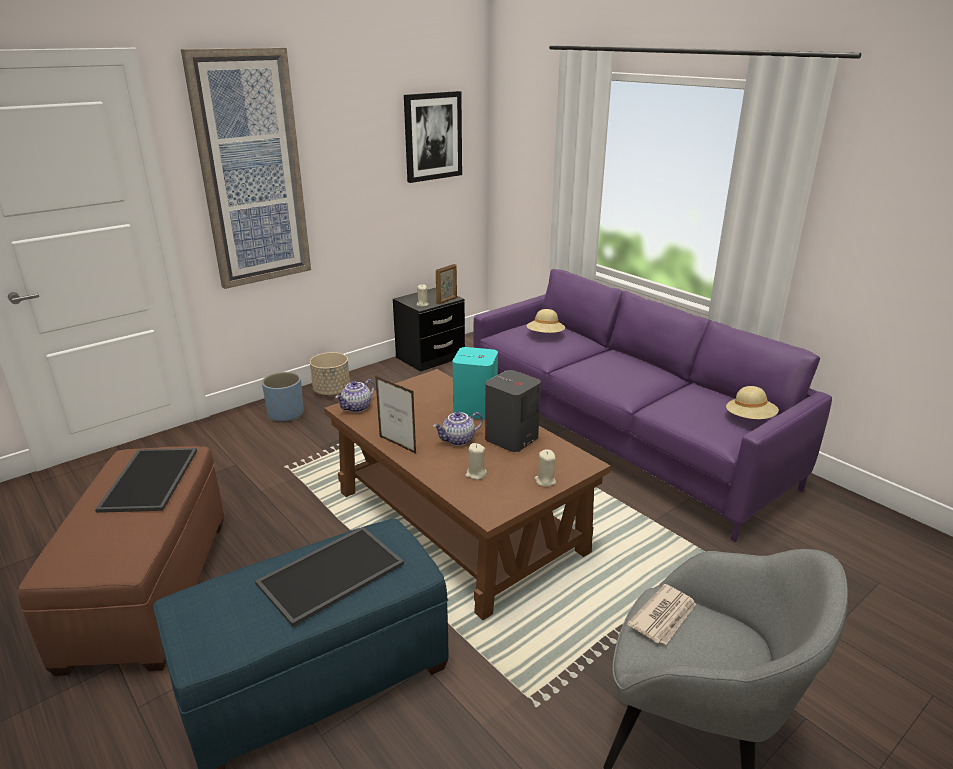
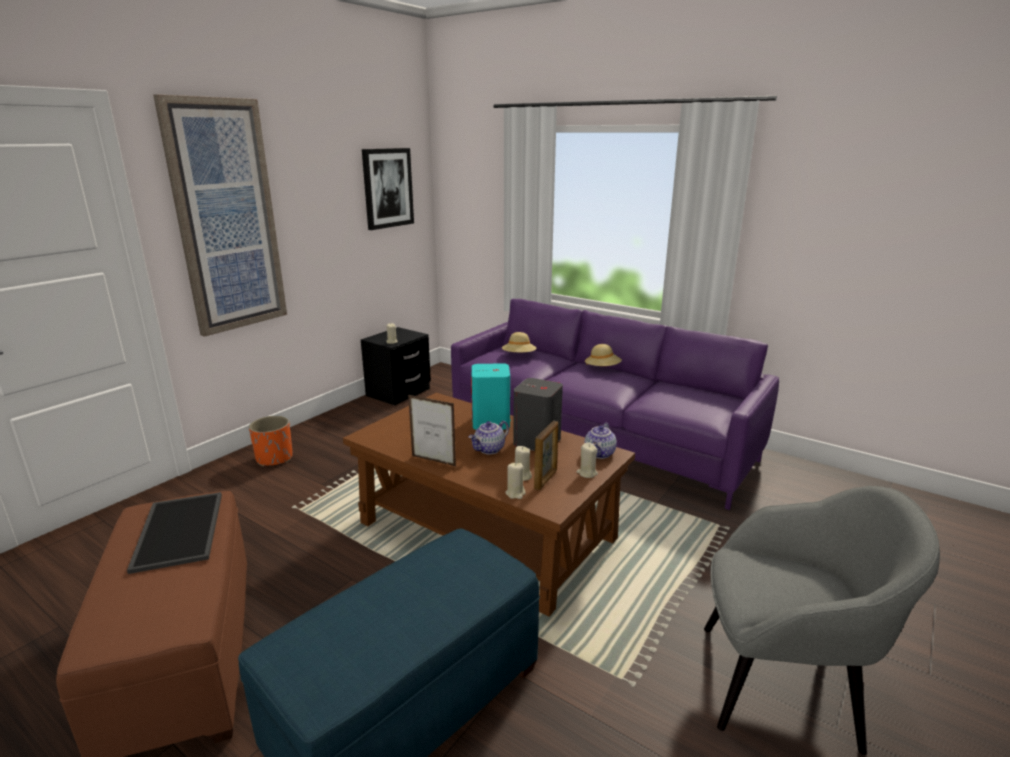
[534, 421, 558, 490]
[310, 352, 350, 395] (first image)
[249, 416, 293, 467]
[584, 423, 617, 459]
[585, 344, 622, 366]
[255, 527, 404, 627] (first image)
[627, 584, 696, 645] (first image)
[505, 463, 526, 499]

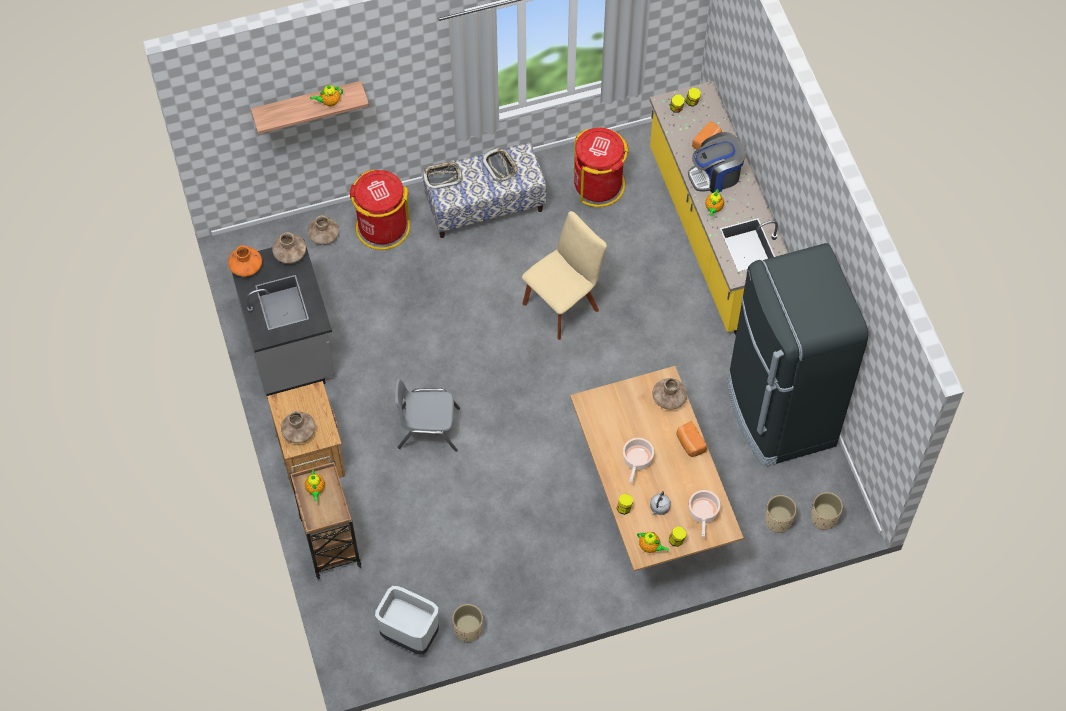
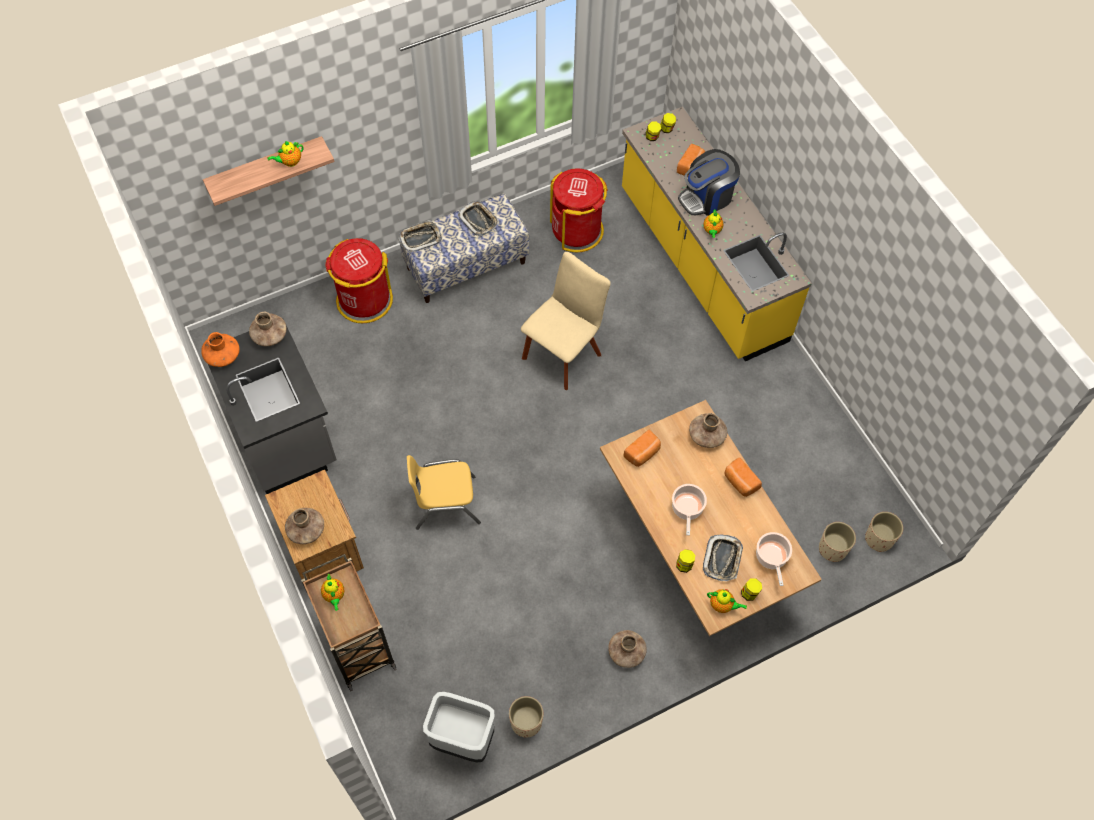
[608, 630, 647, 668]
[728, 243, 868, 467] (first image)
[407, 455, 481, 530]
[703, 534, 743, 581]
[624, 430, 661, 467]

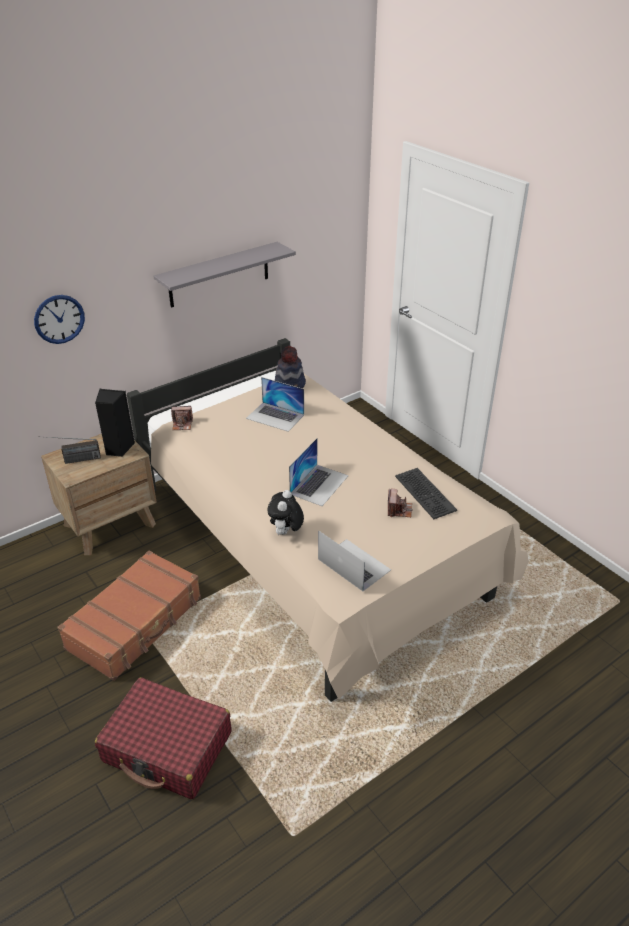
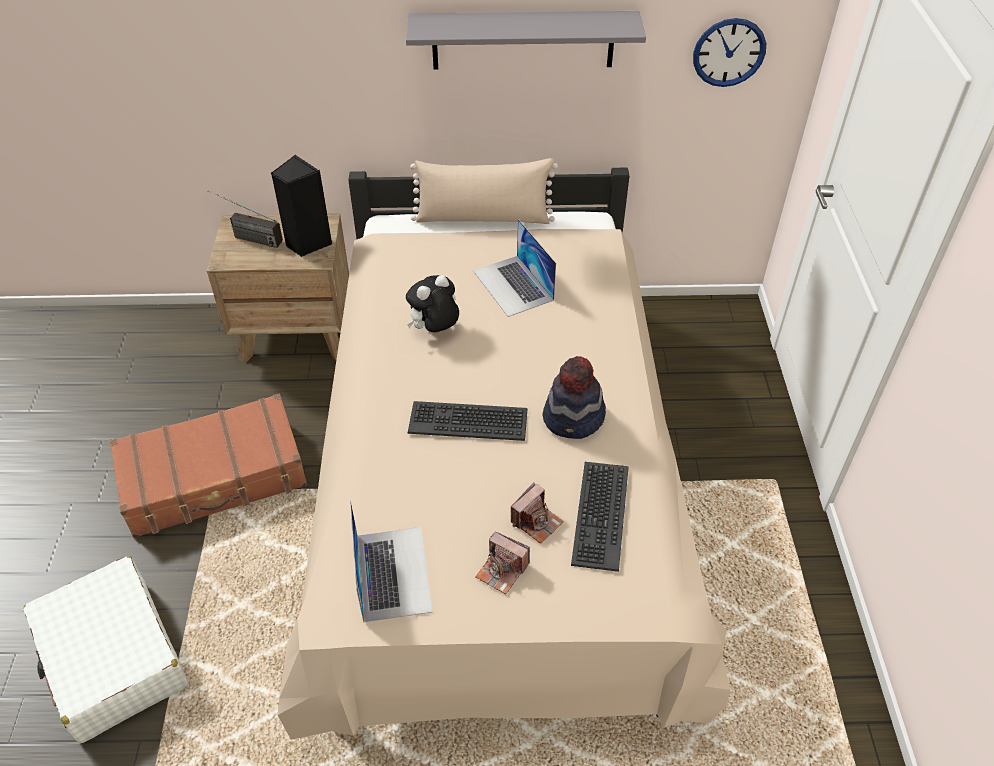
[693, 18, 766, 87]
[543, 356, 606, 439]
[475, 531, 530, 594]
[408, 401, 527, 441]
[406, 275, 459, 332]
[23, 556, 188, 743]
[410, 158, 558, 224]

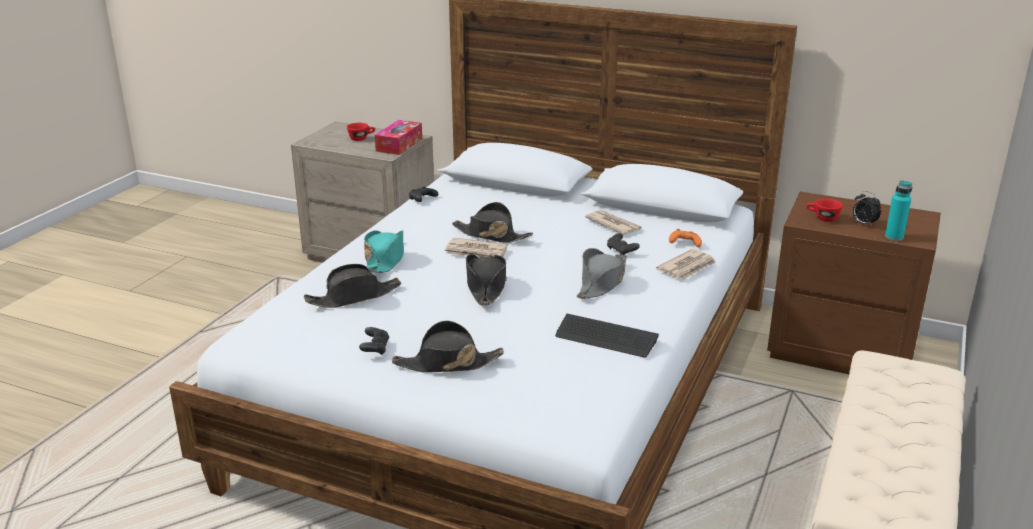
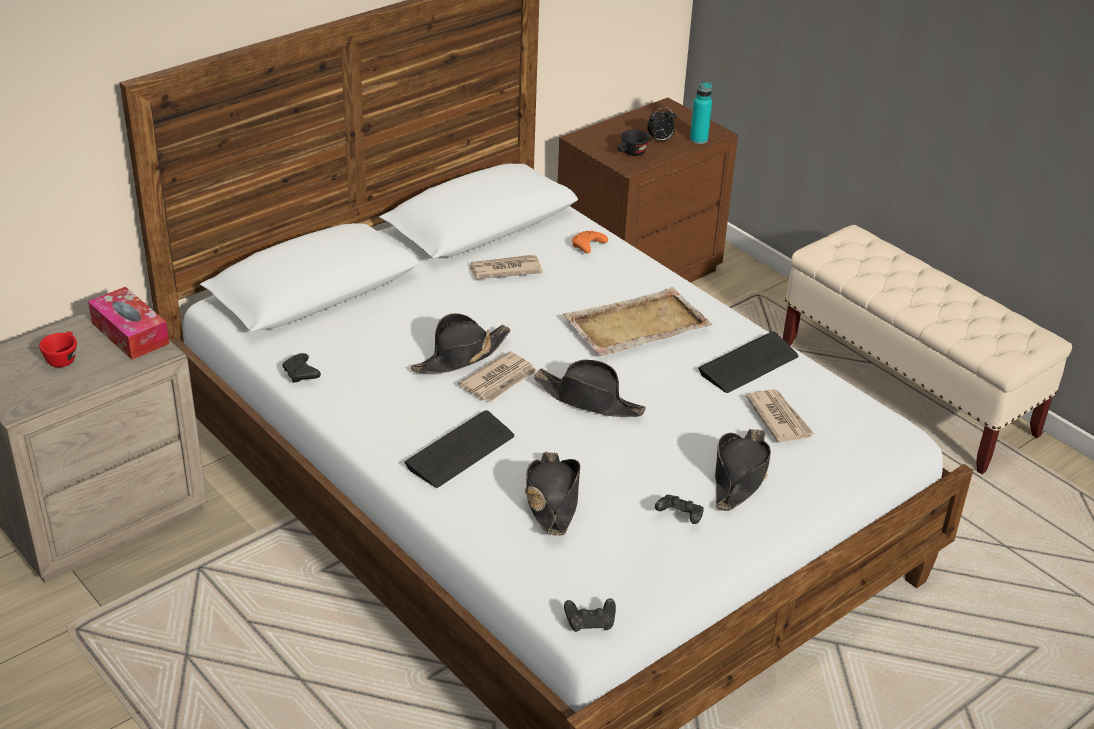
[617, 129, 650, 156]
[404, 410, 514, 488]
[564, 599, 616, 632]
[563, 287, 713, 356]
[746, 389, 814, 443]

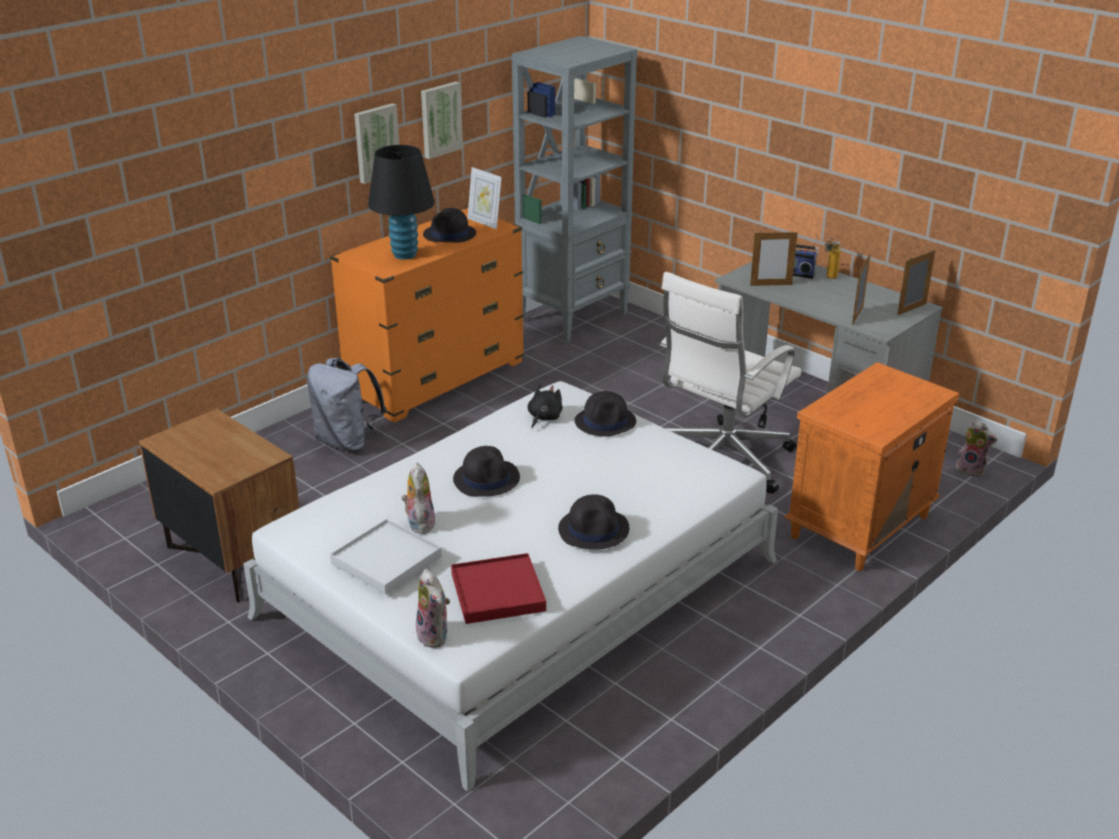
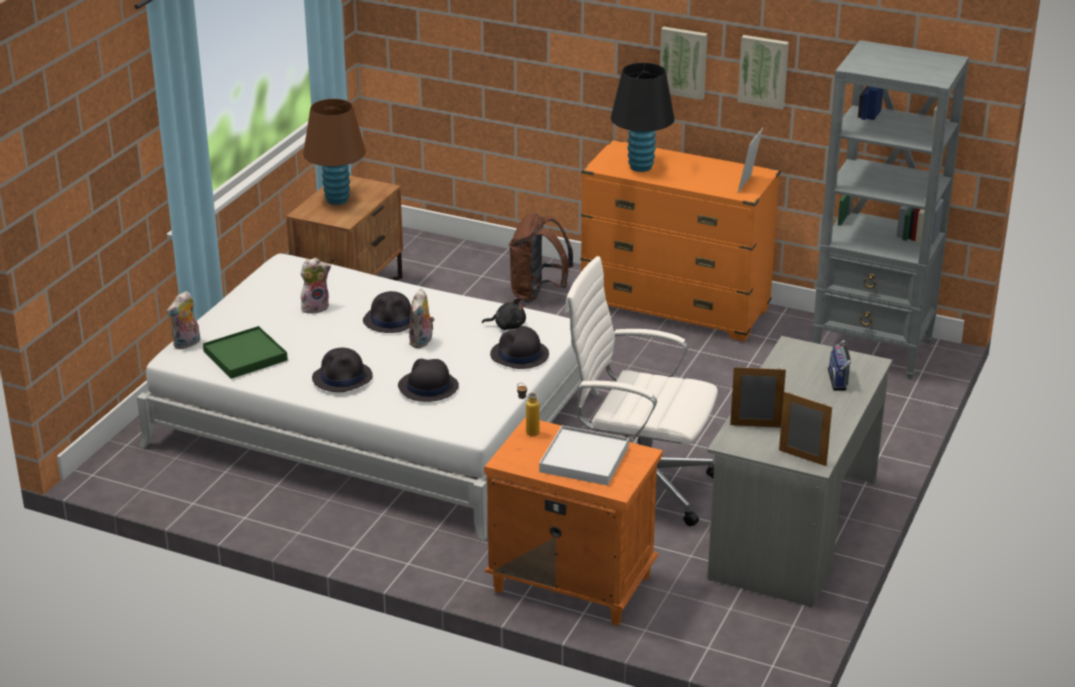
[398, 359, 459, 402]
[750, 230, 798, 286] (first image)
[517, 383, 540, 436]
[509, 213, 574, 302]
[409, 289, 435, 348]
[539, 426, 629, 486]
[203, 326, 288, 379]
[303, 99, 366, 205]

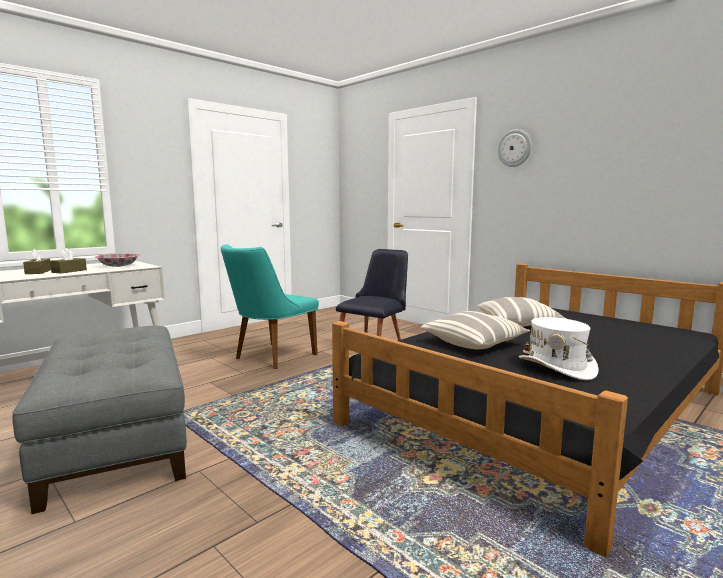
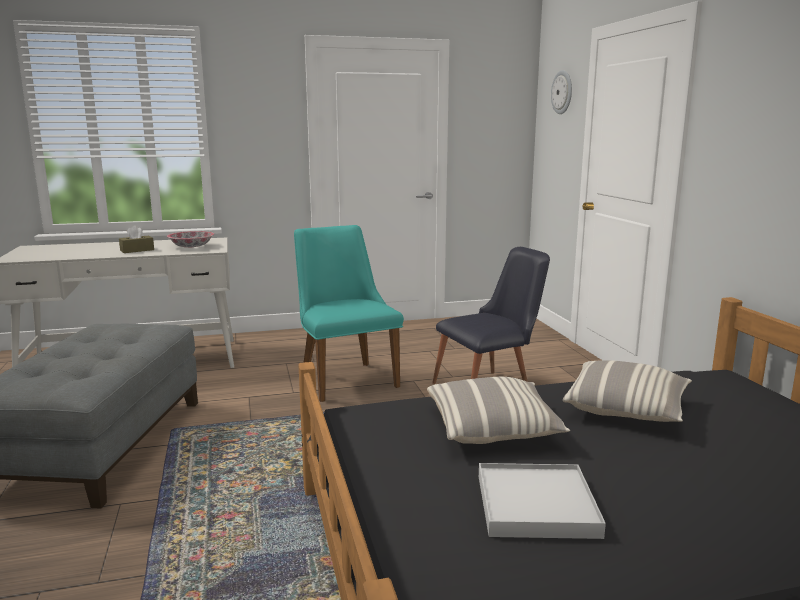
[551, 70, 572, 114]
[294, 225, 404, 402]
[23, 249, 51, 274] (first image)
[479, 463, 606, 539]

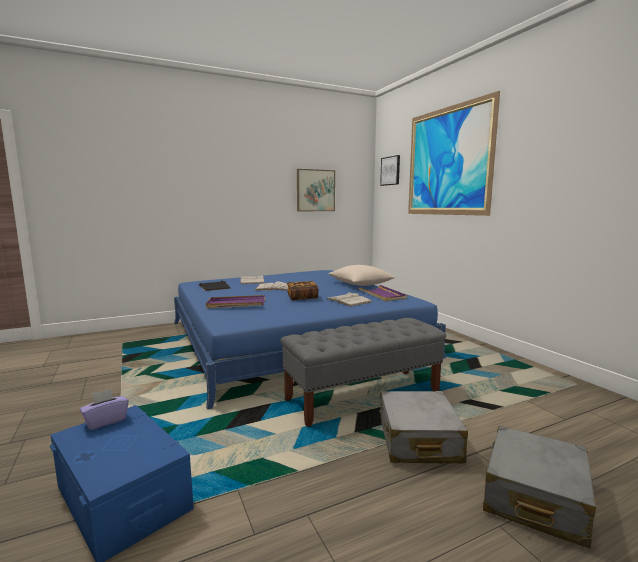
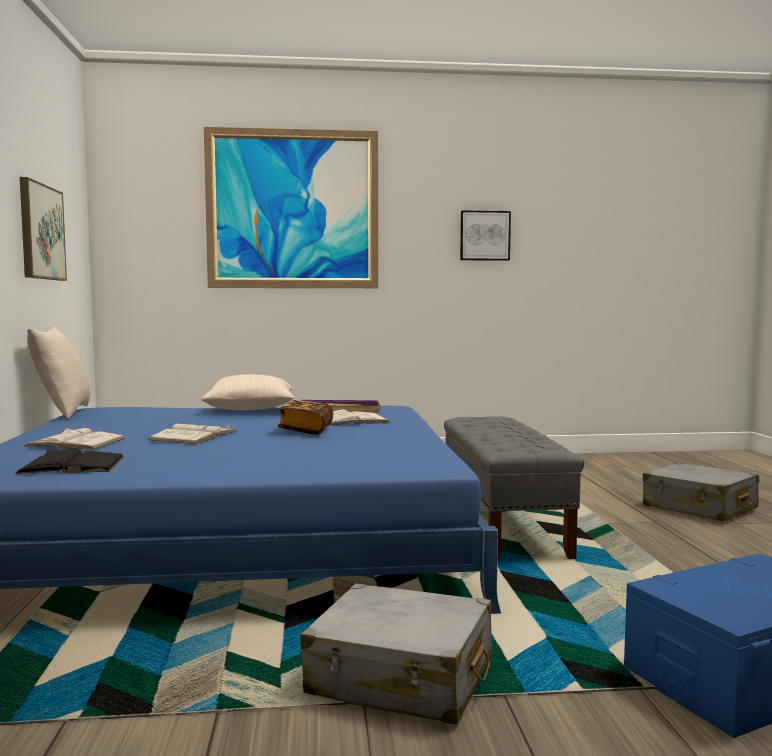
[460, 211, 511, 261]
[206, 295, 265, 308] (first image)
[80, 388, 129, 430] (first image)
[300, 583, 492, 725]
[27, 326, 90, 419]

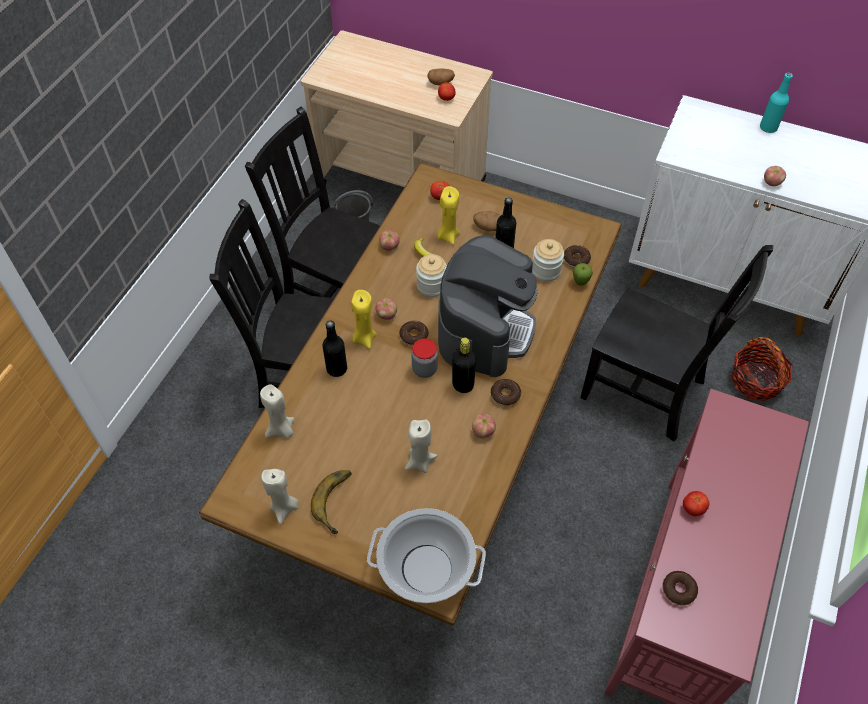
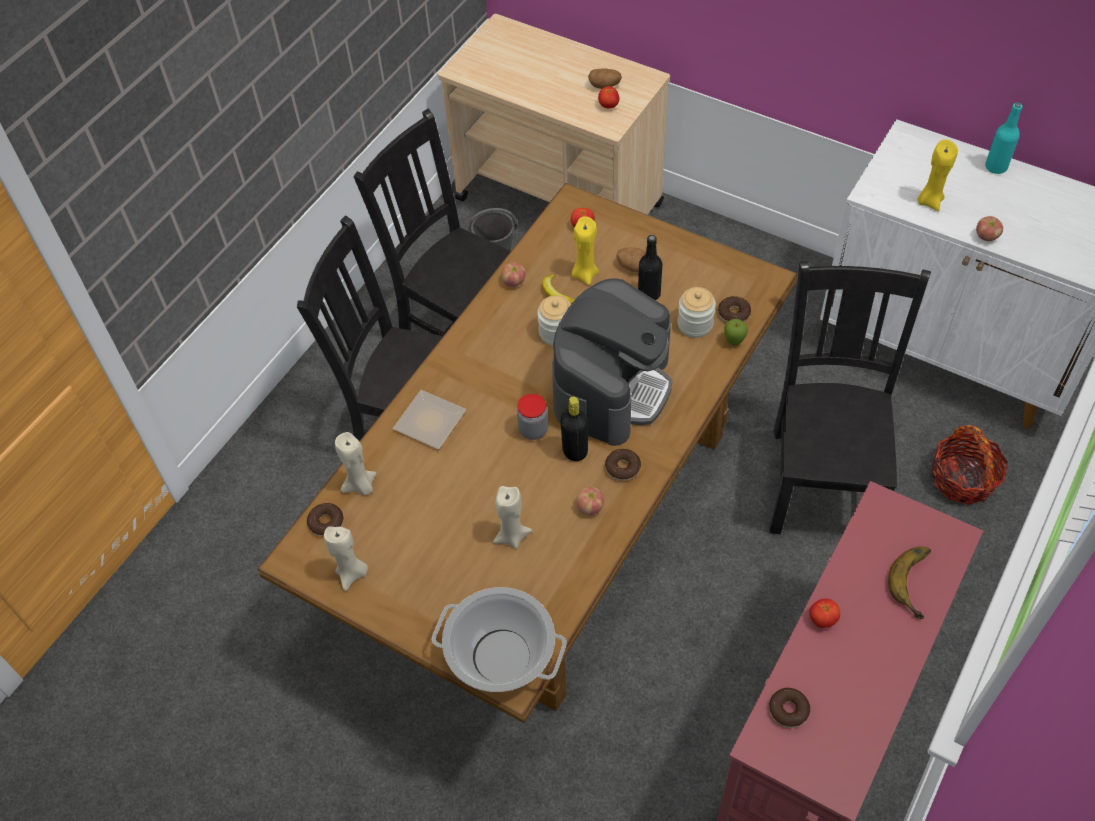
[769, 261, 931, 534]
[917, 139, 958, 211]
[375, 298, 397, 320] (first image)
[393, 390, 466, 449]
[307, 503, 344, 536]
[888, 546, 931, 619]

